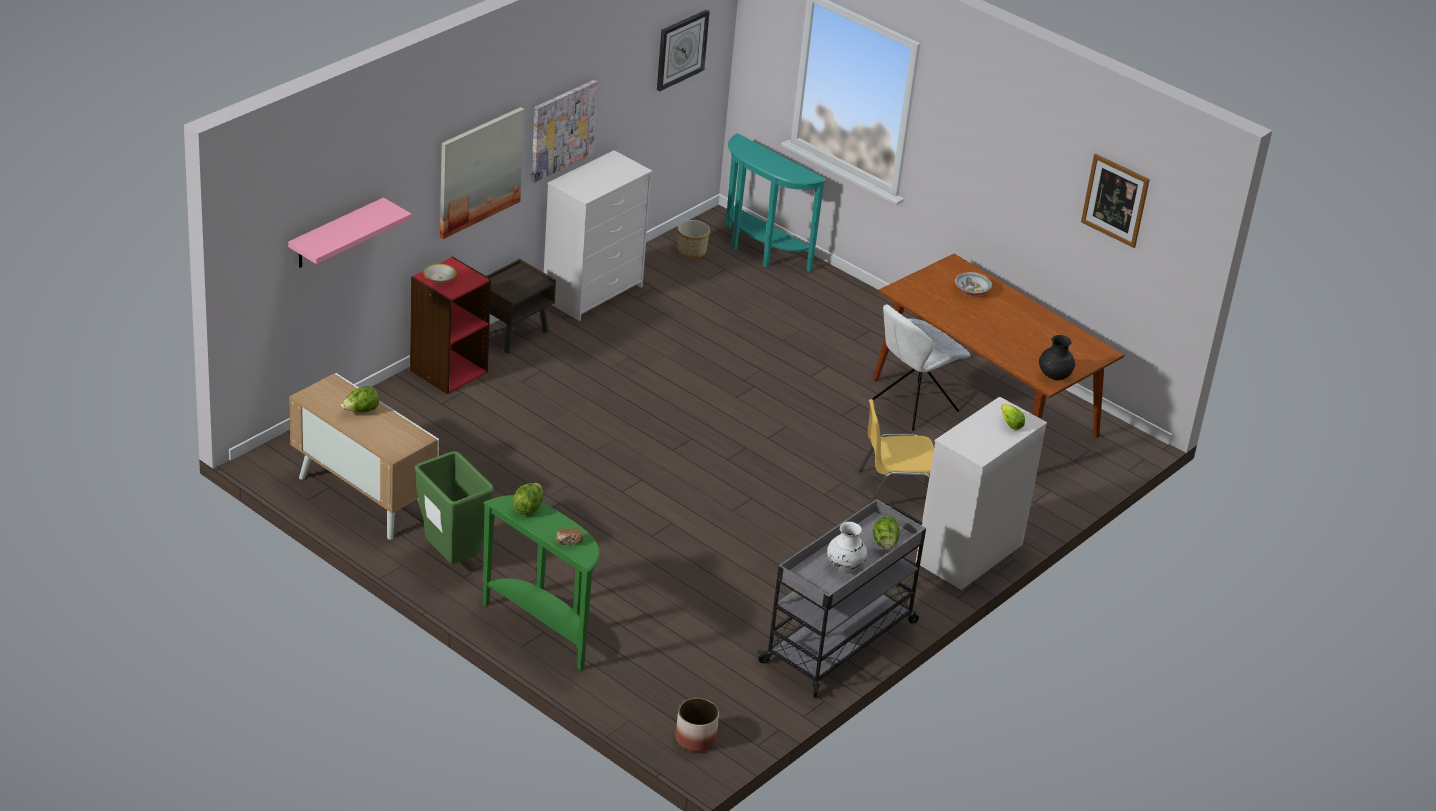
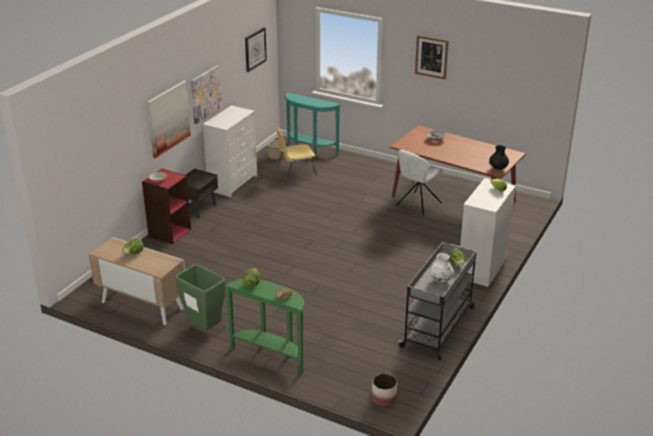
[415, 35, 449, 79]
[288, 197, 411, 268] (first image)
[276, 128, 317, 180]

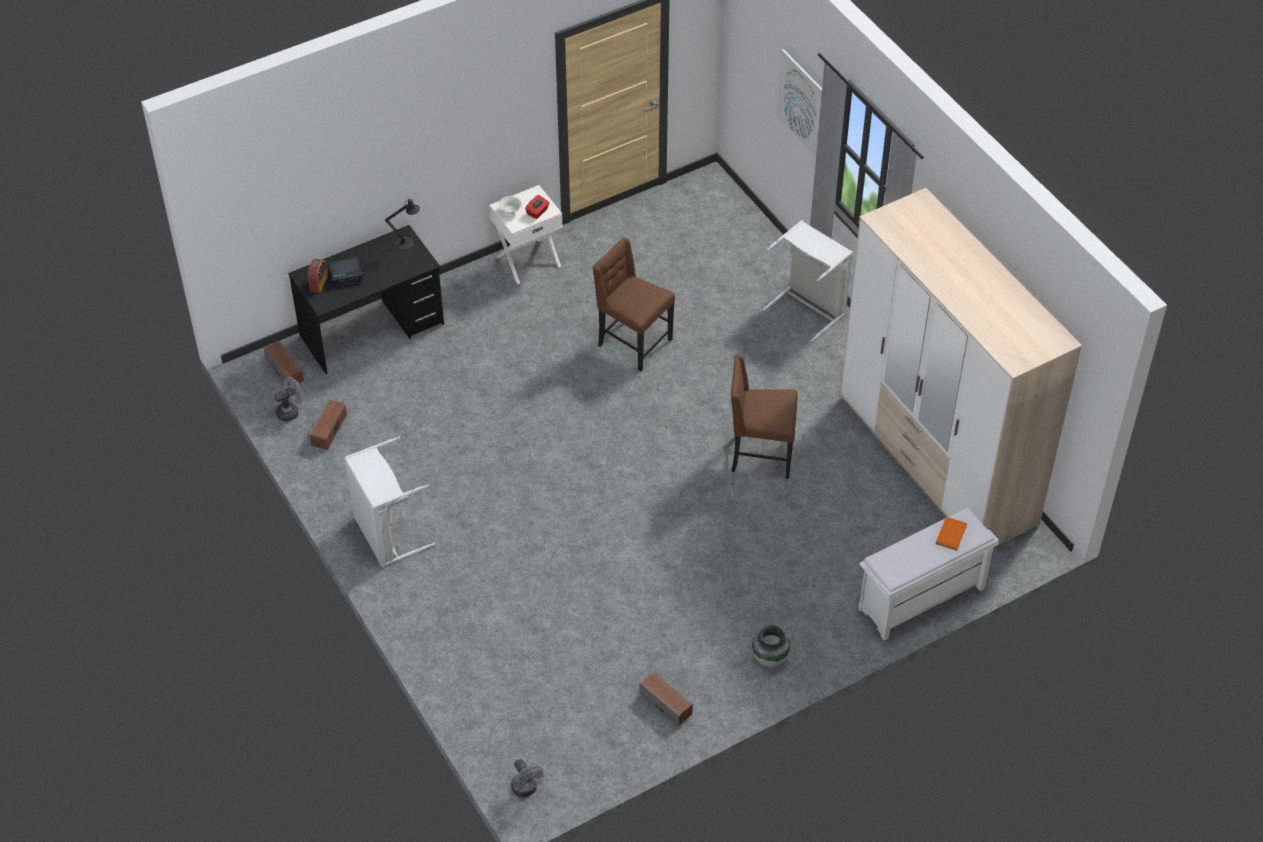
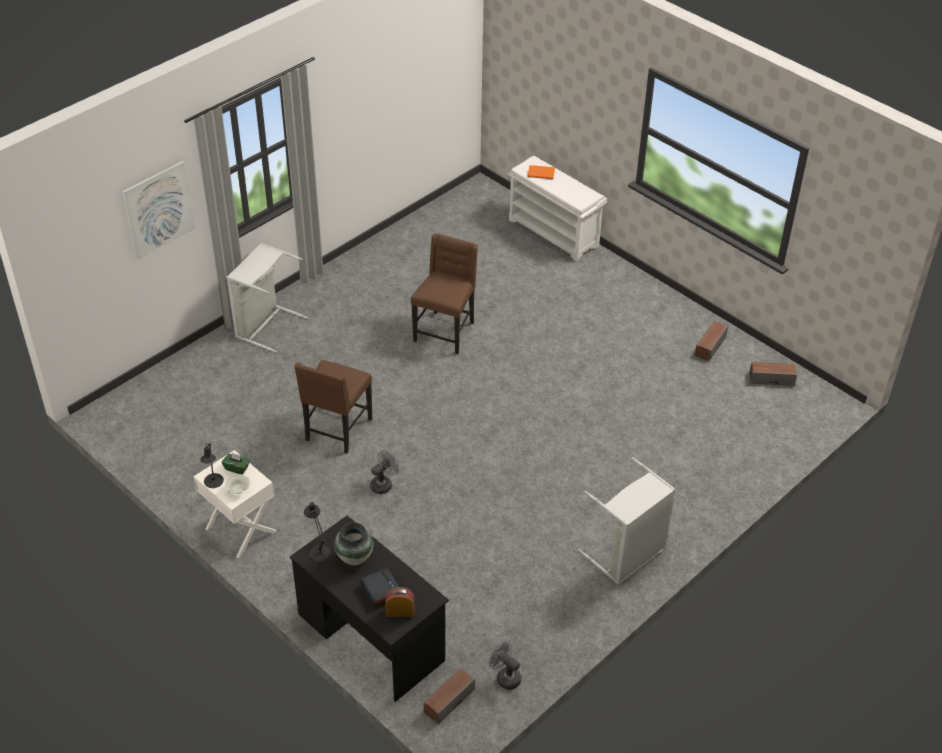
[840, 188, 1082, 548] (first image)
[222, 453, 250, 474]
[411, 234, 478, 354]
[749, 361, 797, 386]
[334, 522, 373, 565]
[370, 450, 399, 494]
[200, 443, 224, 488]

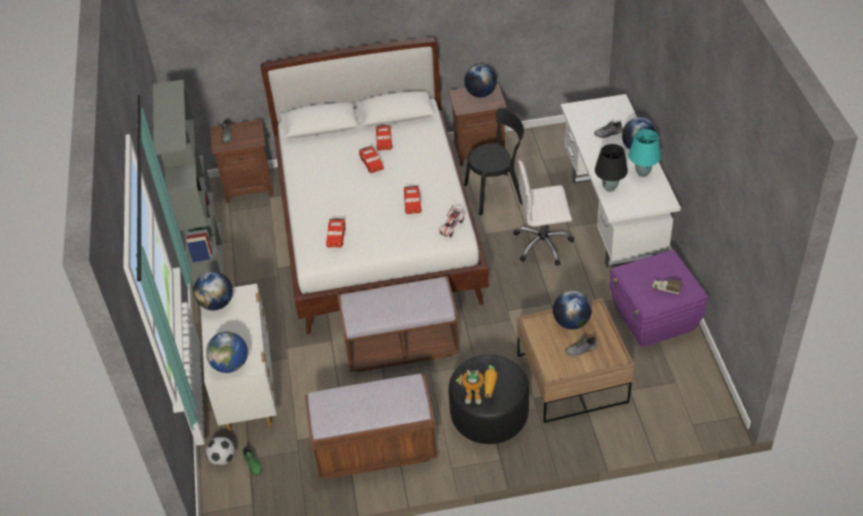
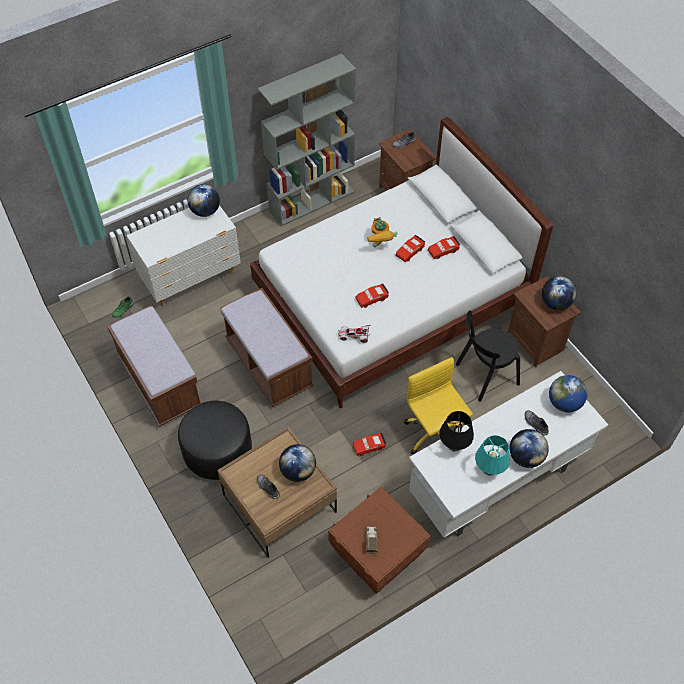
[456, 310, 520, 402]
[404, 357, 473, 455]
[352, 433, 386, 456]
[328, 487, 431, 594]
[549, 375, 587, 412]
[367, 217, 398, 247]
[205, 436, 235, 466] (first image)

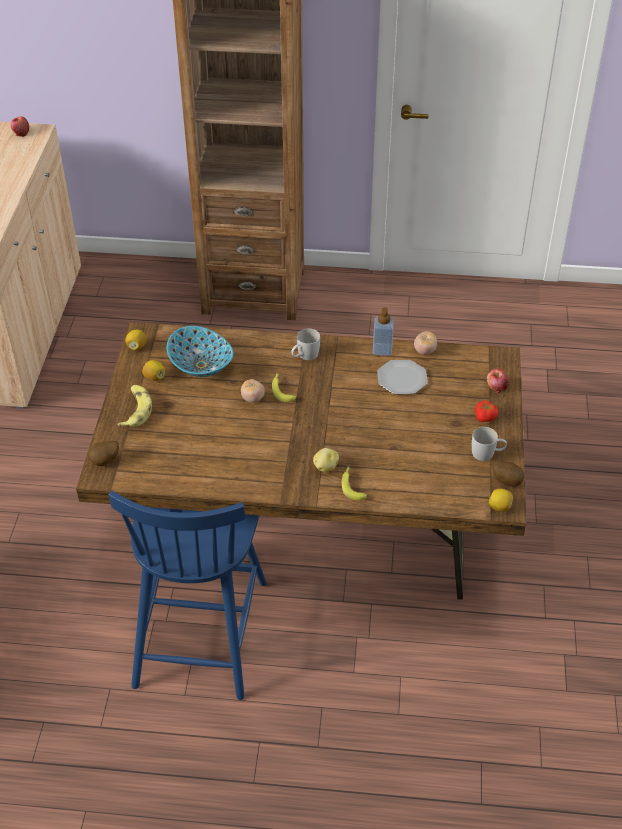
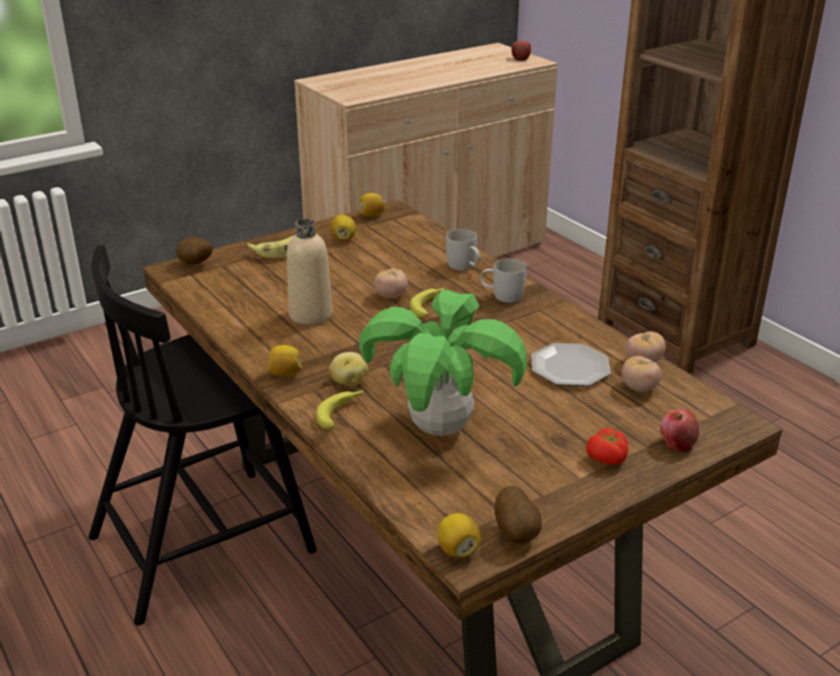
[373, 307, 394, 356] (first image)
[167, 326, 234, 377] (first image)
[446, 229, 480, 270]
[88, 245, 317, 625]
[287, 219, 333, 325]
[359, 290, 527, 436]
[269, 345, 302, 376]
[622, 356, 662, 392]

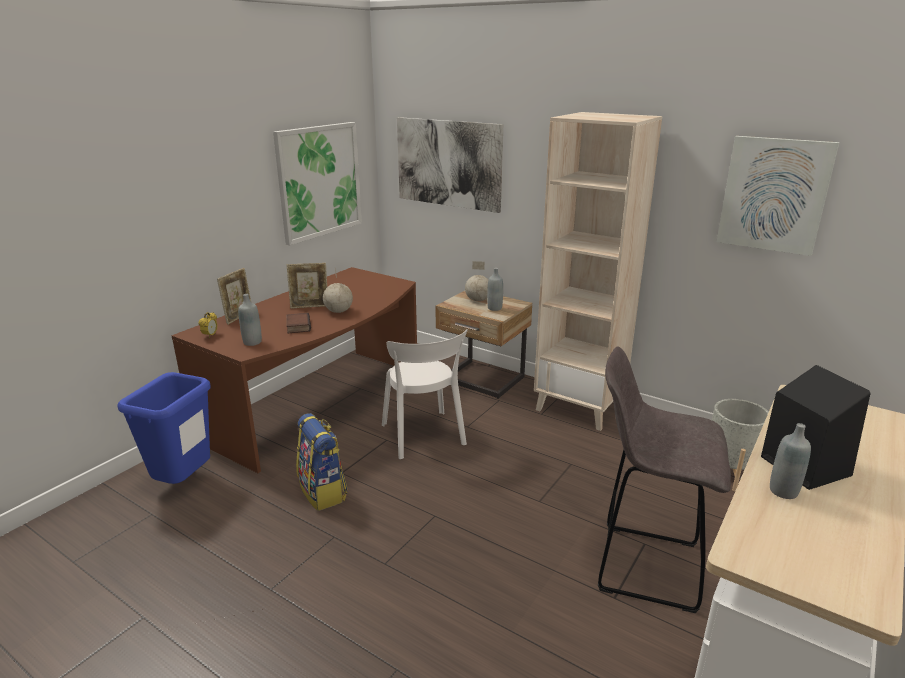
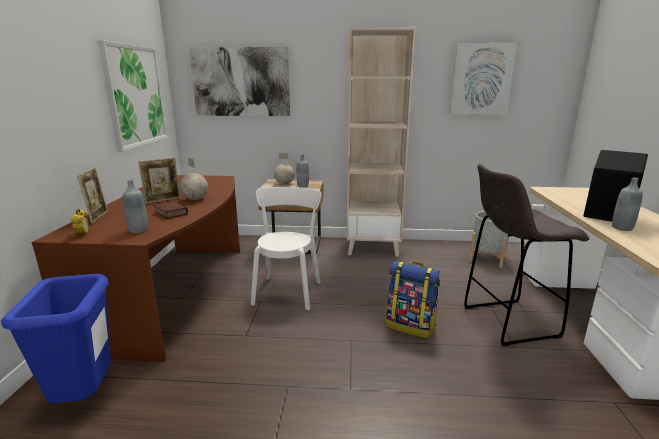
[251, 187, 321, 310]
[386, 261, 440, 339]

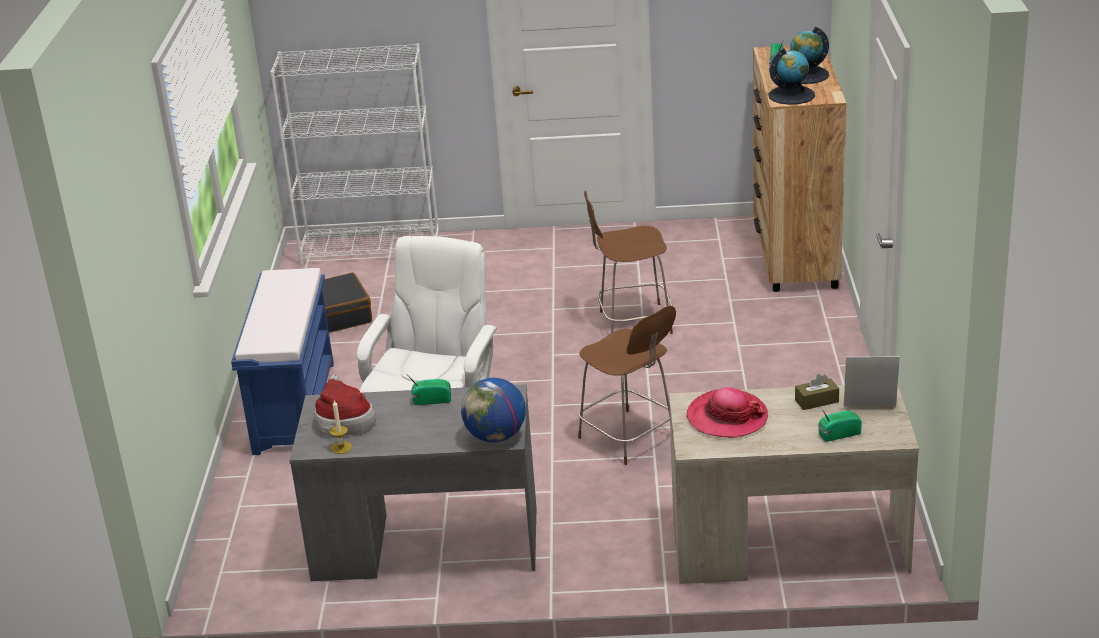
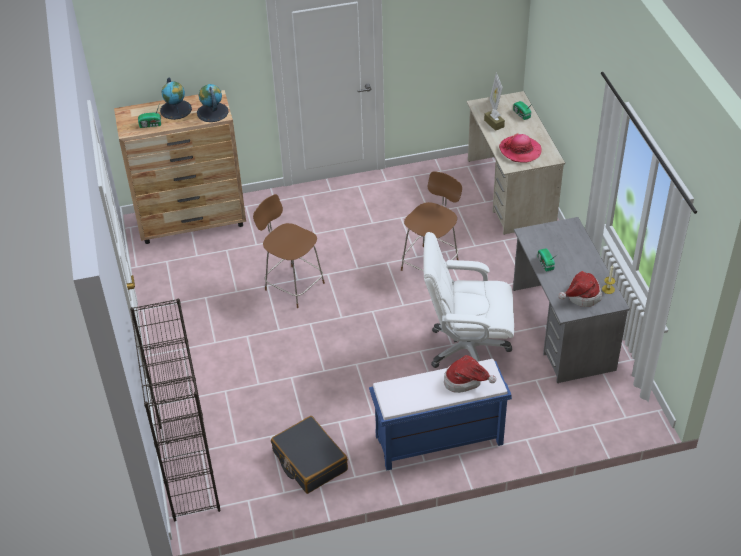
[130, 298, 221, 521]
[253, 194, 325, 308]
[461, 378, 526, 442] (first image)
[444, 355, 496, 393]

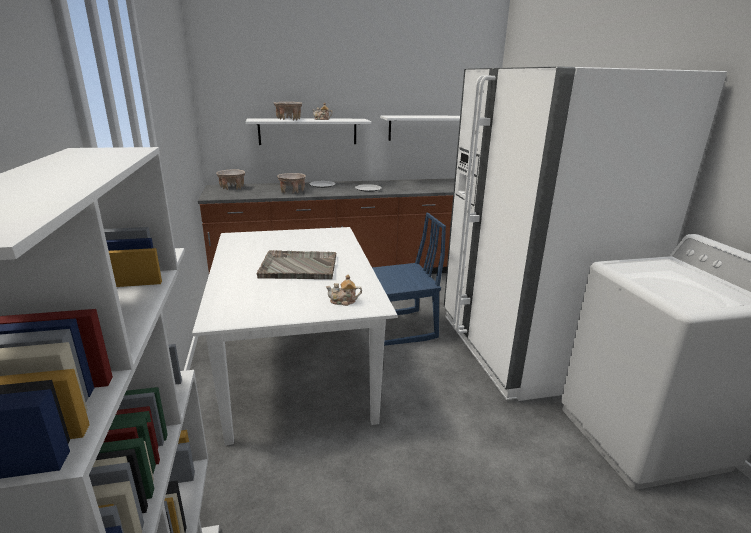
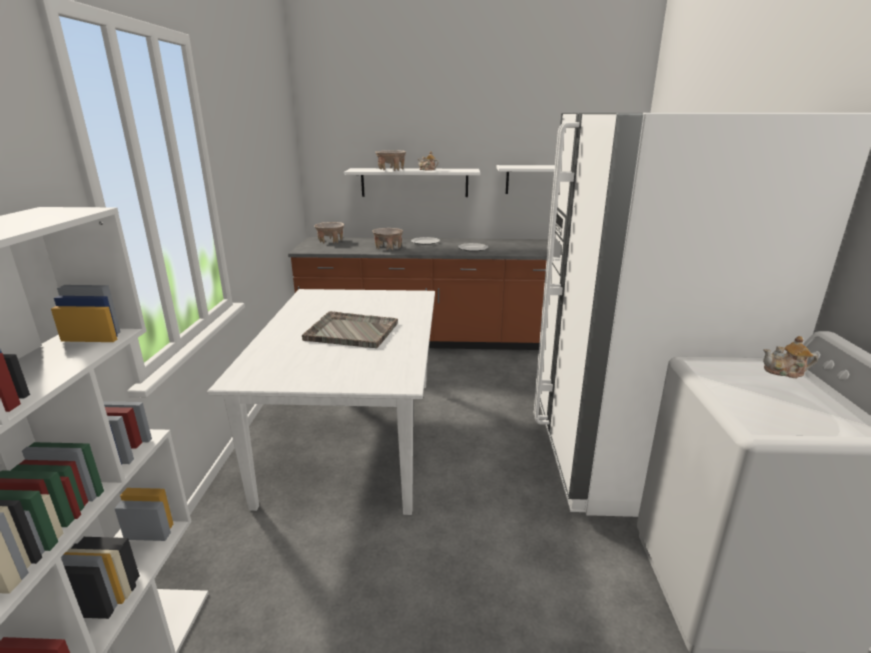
[372, 213, 446, 346] (first image)
[763, 336, 818, 378]

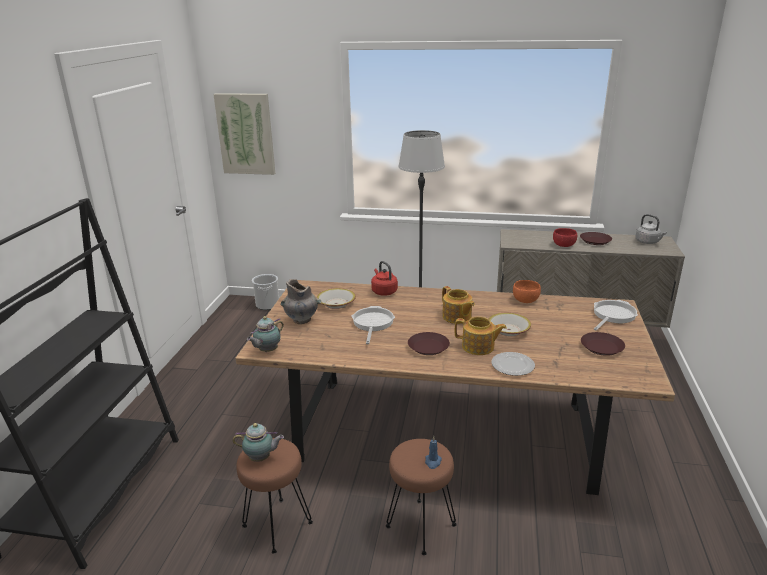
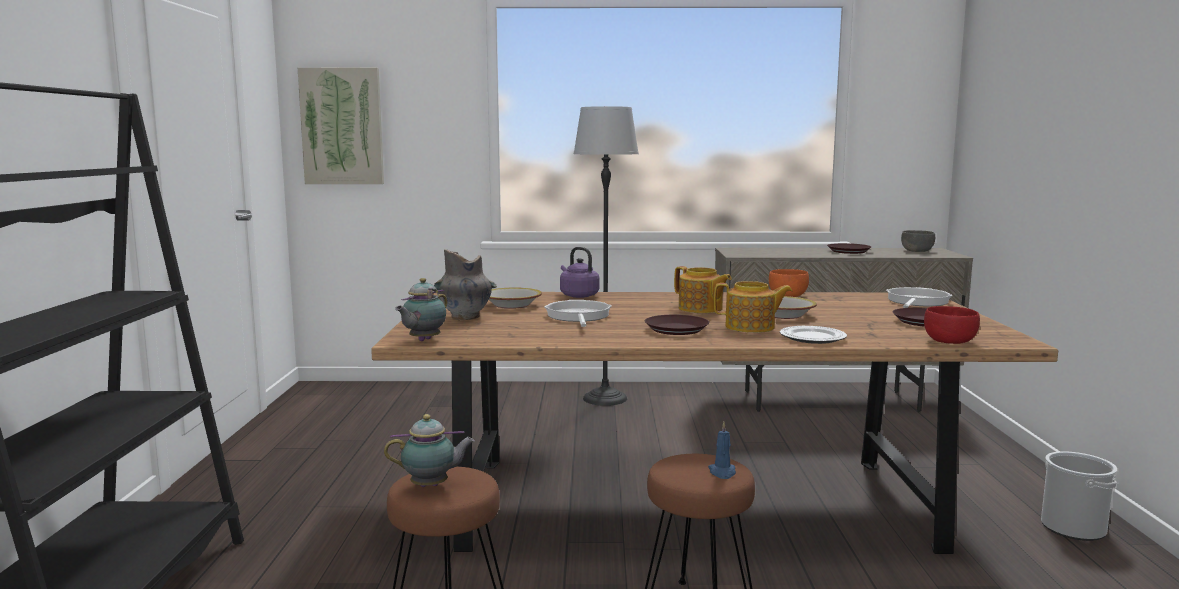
[901, 230, 935, 252]
[924, 306, 980, 344]
[560, 247, 599, 298]
[1041, 451, 1117, 541]

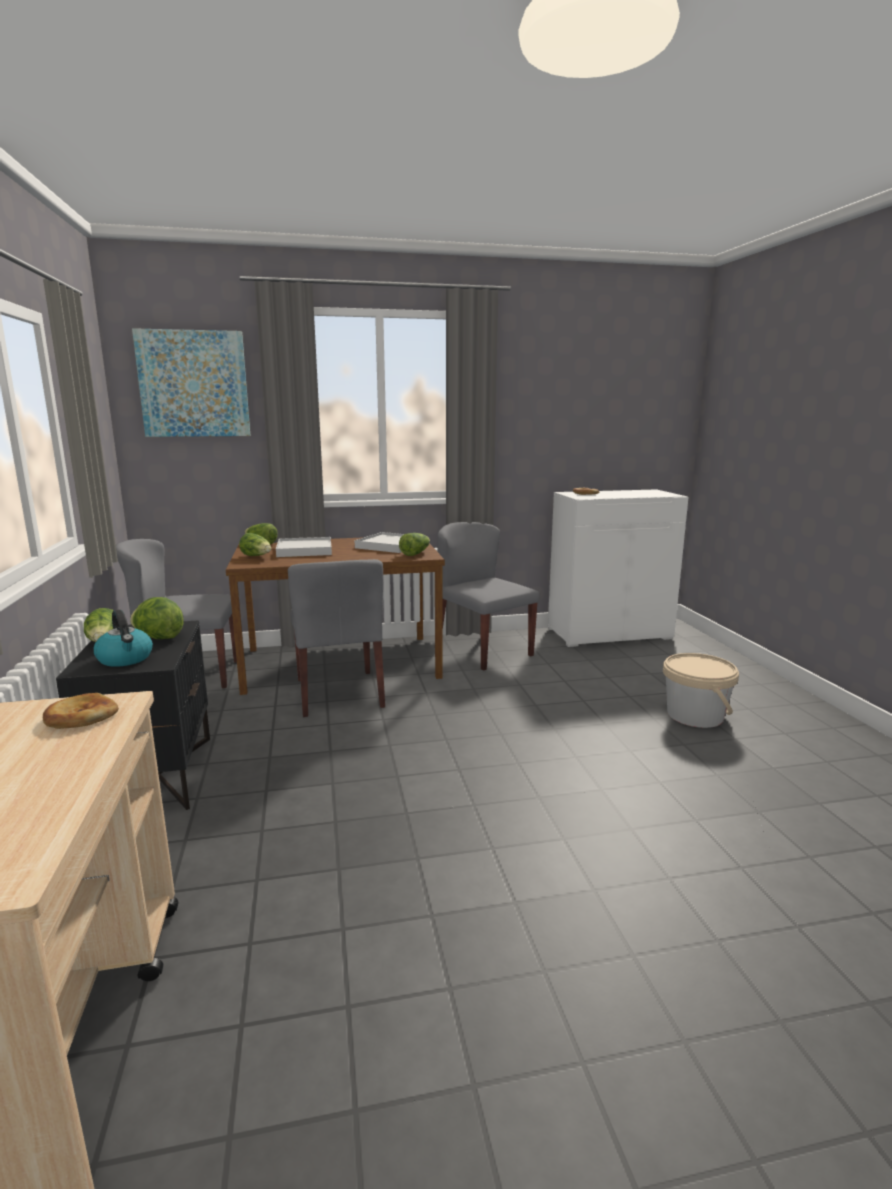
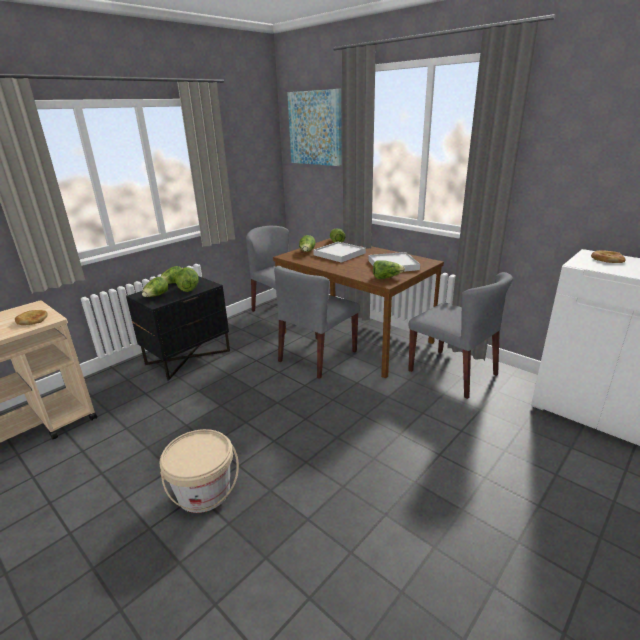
[408, 272, 513, 399]
[142, 277, 168, 297]
[159, 429, 239, 513]

